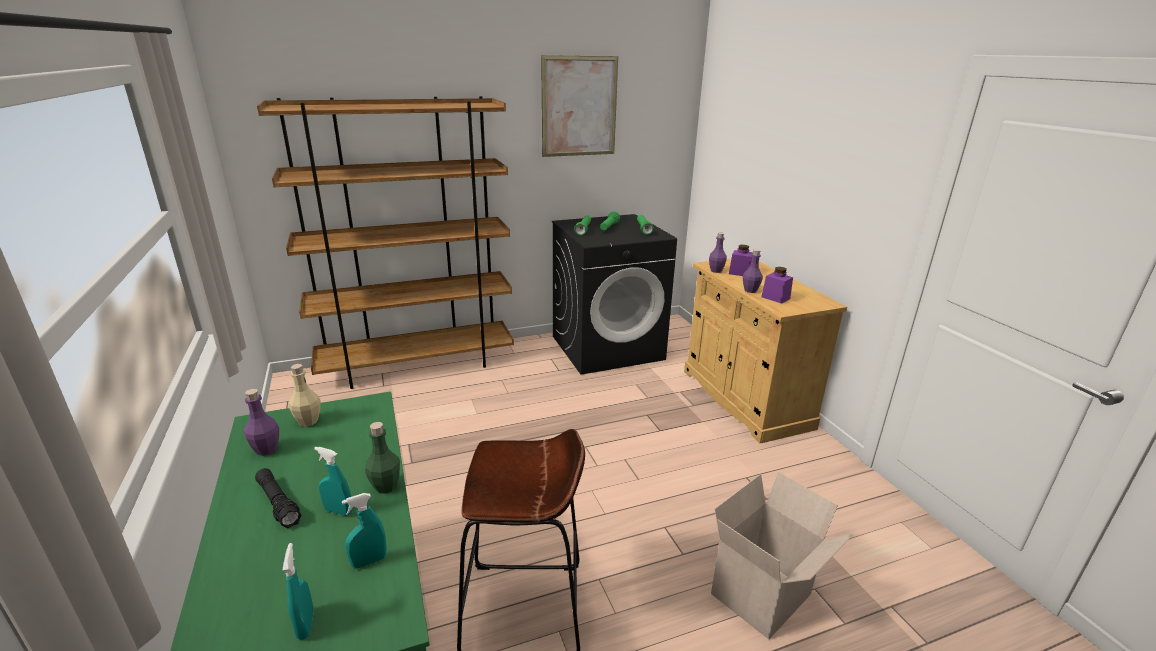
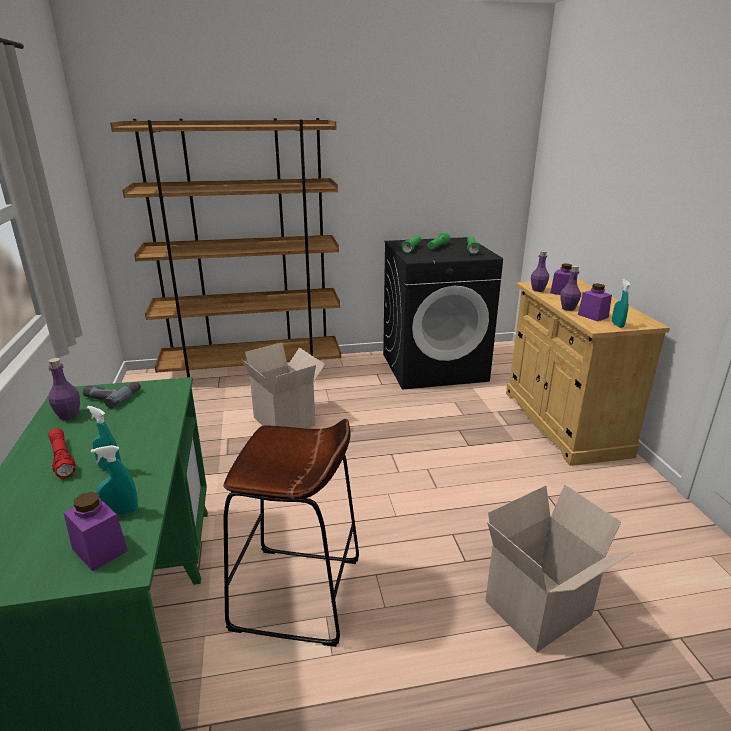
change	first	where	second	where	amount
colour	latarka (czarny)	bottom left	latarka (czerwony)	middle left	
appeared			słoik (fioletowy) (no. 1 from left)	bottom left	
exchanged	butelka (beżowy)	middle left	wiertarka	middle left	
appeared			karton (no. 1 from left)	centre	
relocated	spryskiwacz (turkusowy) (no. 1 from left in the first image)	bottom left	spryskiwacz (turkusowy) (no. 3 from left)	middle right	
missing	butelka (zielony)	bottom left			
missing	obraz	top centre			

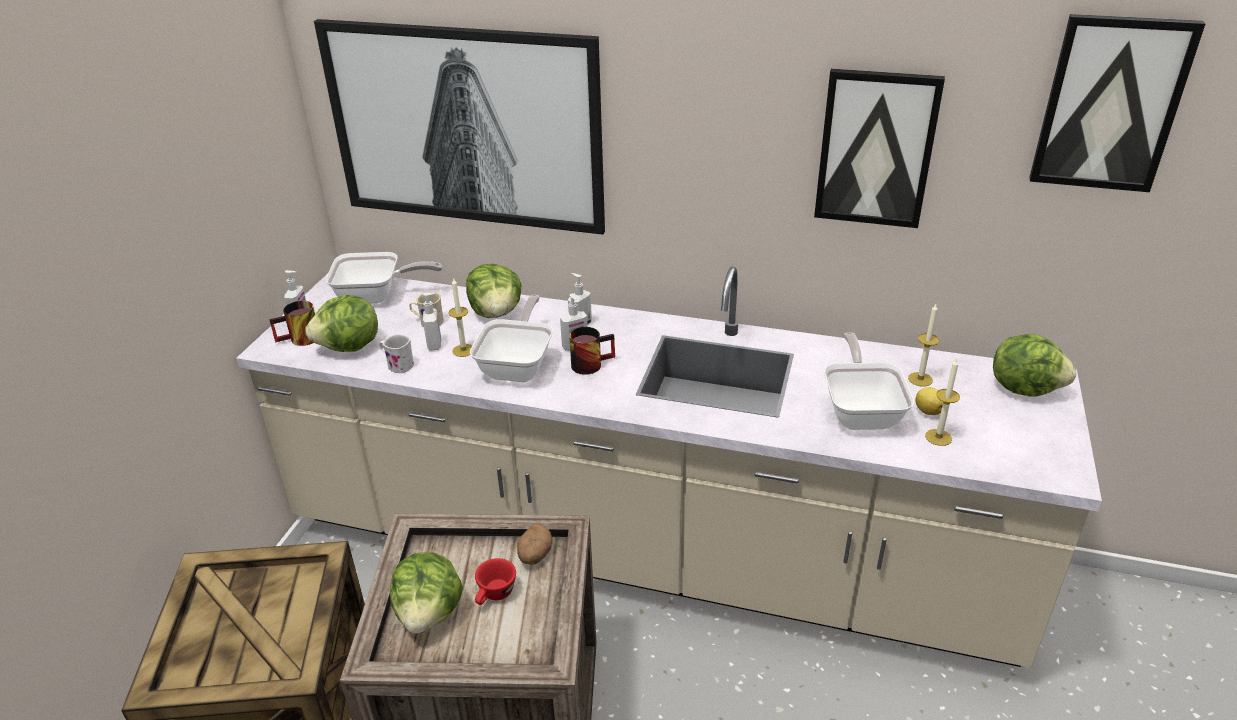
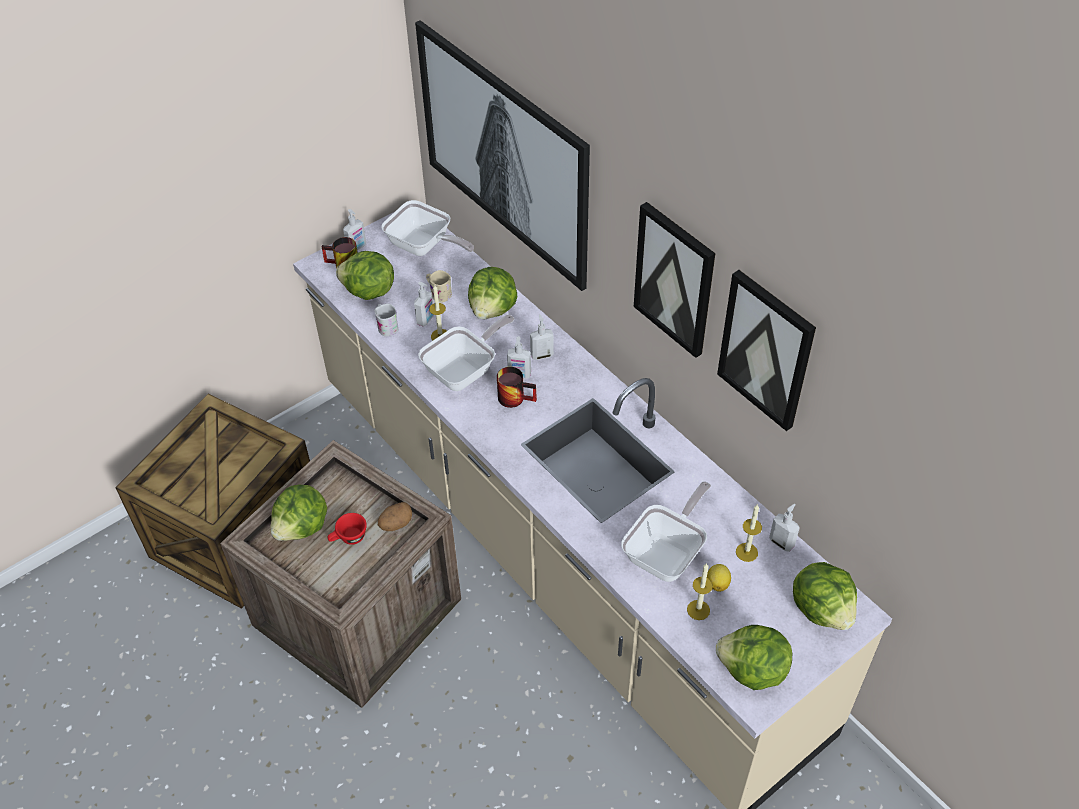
change	first	where	second	where	amount
relocated	obraz (no. 3 from left in the first image)	top right	obraz (no. 2 from left)	centre	
appeared			sałata (no. 4 from left)	bottom right	
appeared			dozownik mydła (no. 5 from left)	middle right	

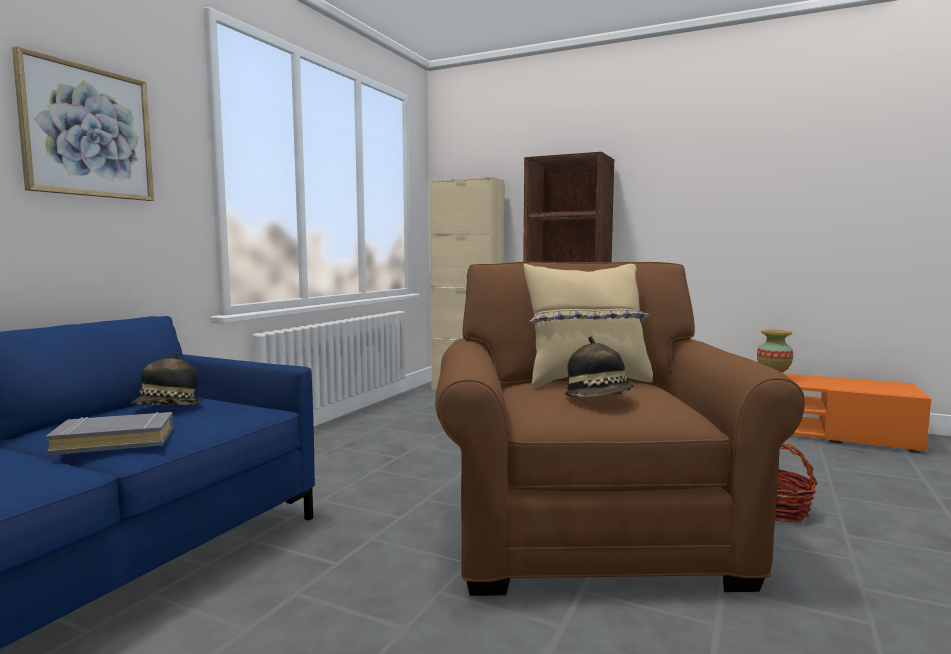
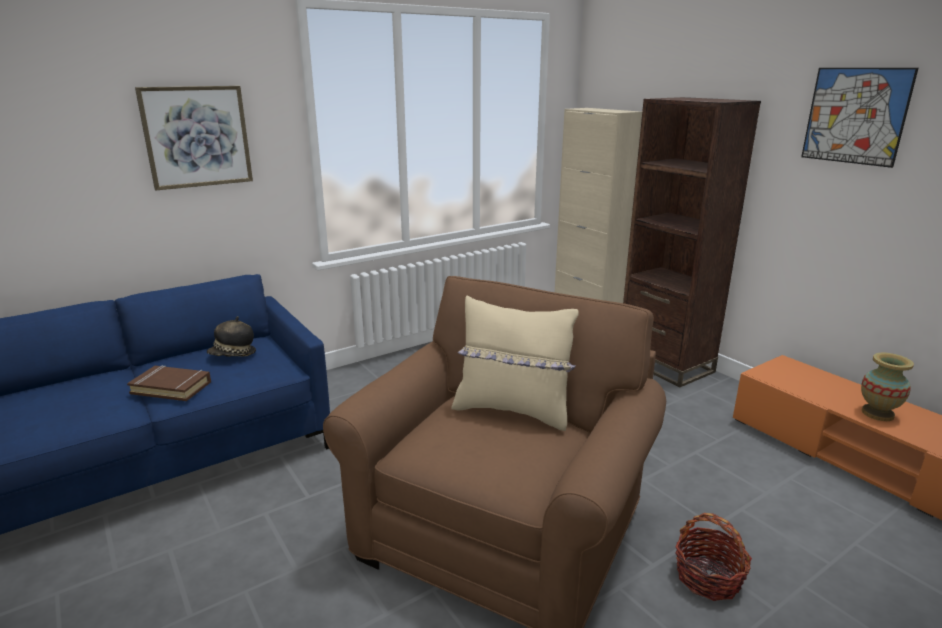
change	first	where	second	where	amount
colour	książka (szary)	middle left	książka (brązowy)	middle left	
appeared			obraz (no. 2 from left)	top right	
missing	kapelusz (no. 2 from left)	centre			

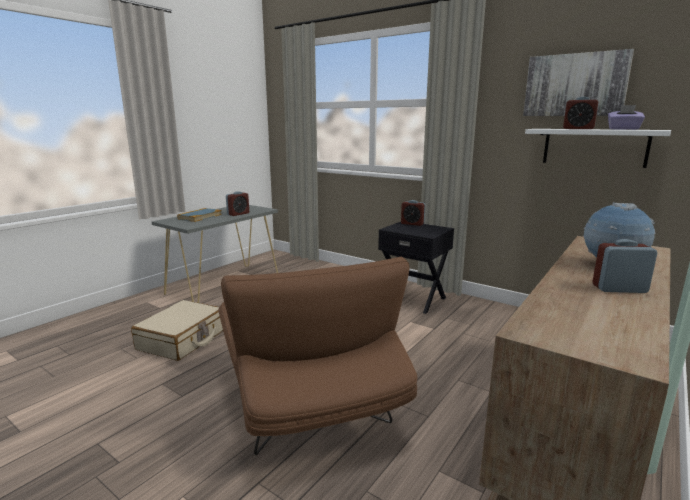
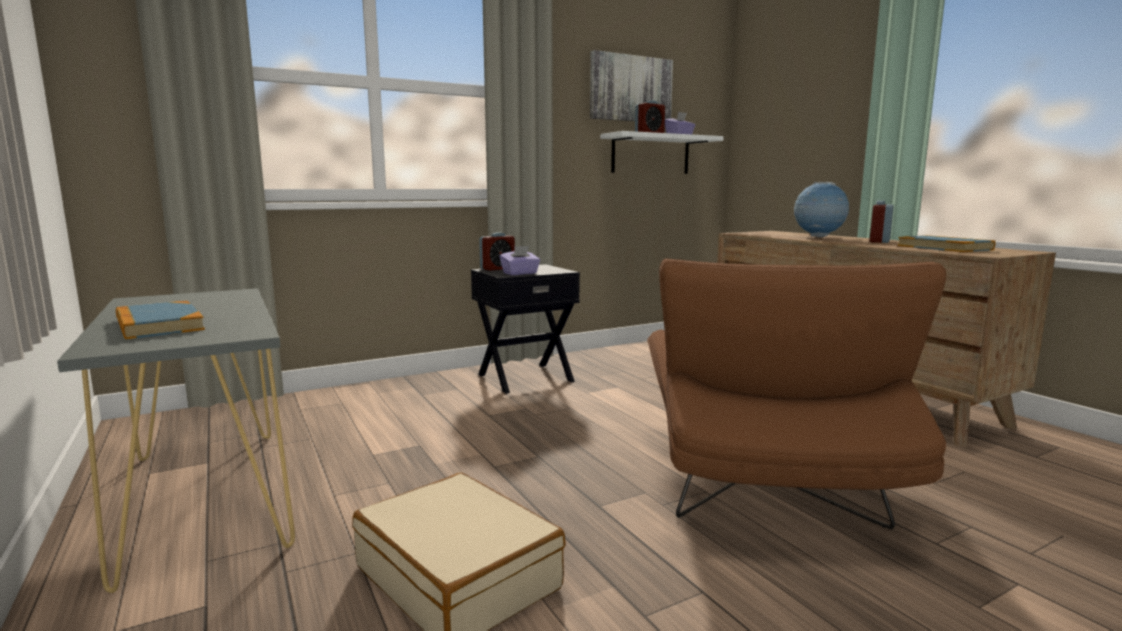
change	first	where	second	where	amount
appeared			pudełko chusteczek (fioletowy) (no. 1 from left)	centre	
spun	fotel (brązowy)	bottom centre		middle right	90 degrees clockwise
appeared			książka (no. 2 from left)	middle right	
missing	budzik (no. 1 from left)	centre			

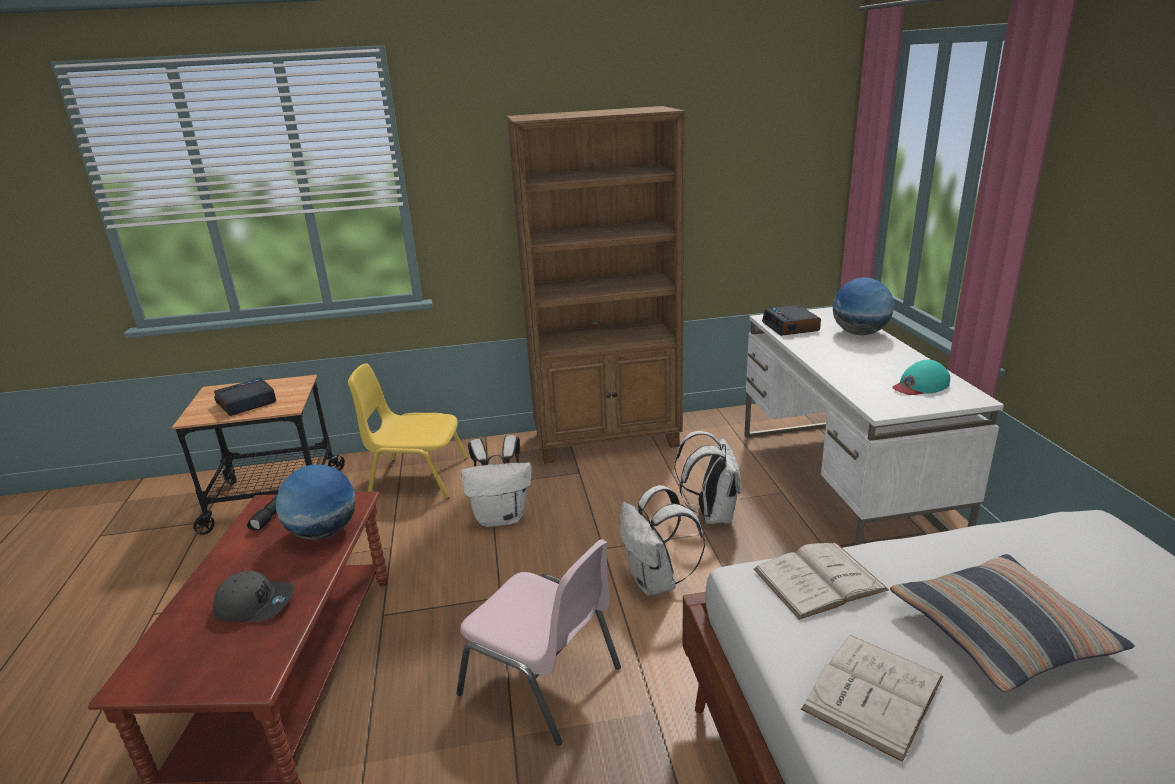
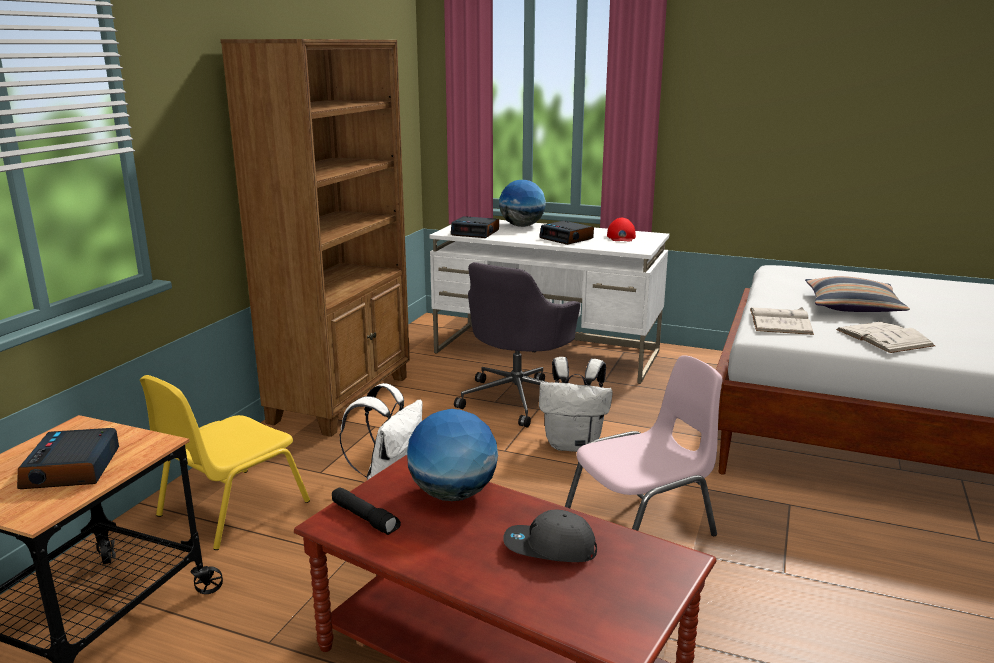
change	first	where	second	where	amount
exchanged	plecak (biały) (no. 3 from left)	centre	krzesło biurowe (szary)	centre	
spun	czapka z daszkiem (szary)	bottom left		bottom centre	120 degrees counterclockwise
appeared			budzik (no. 3 from left)	centre	
colour	czapka z daszkiem (turkusowy)	middle right	czapka z daszkiem (czerwony)	centre	

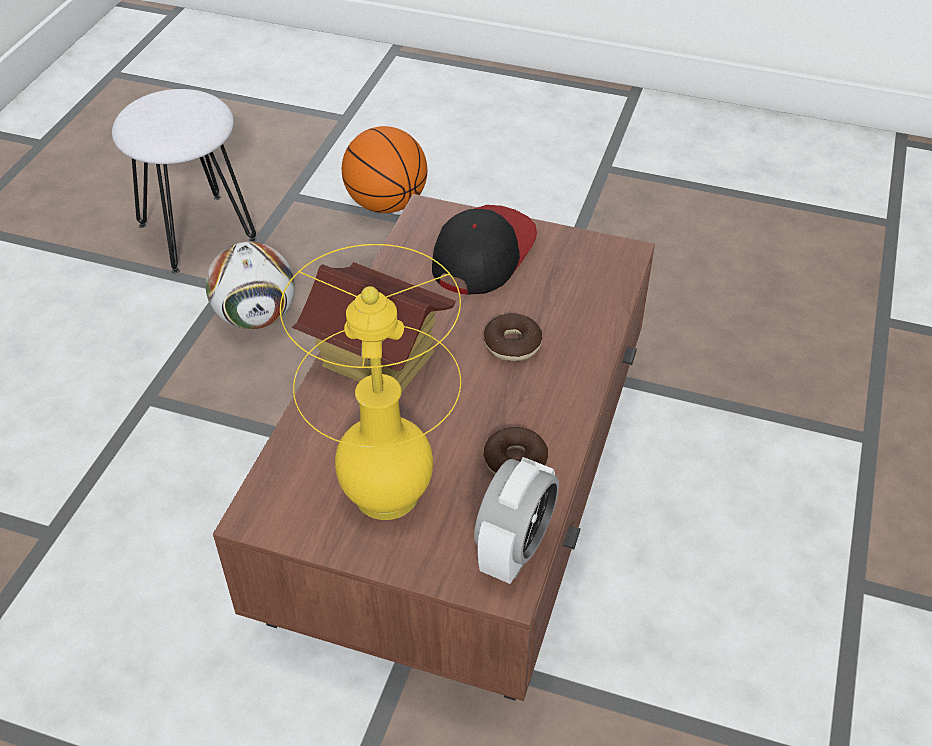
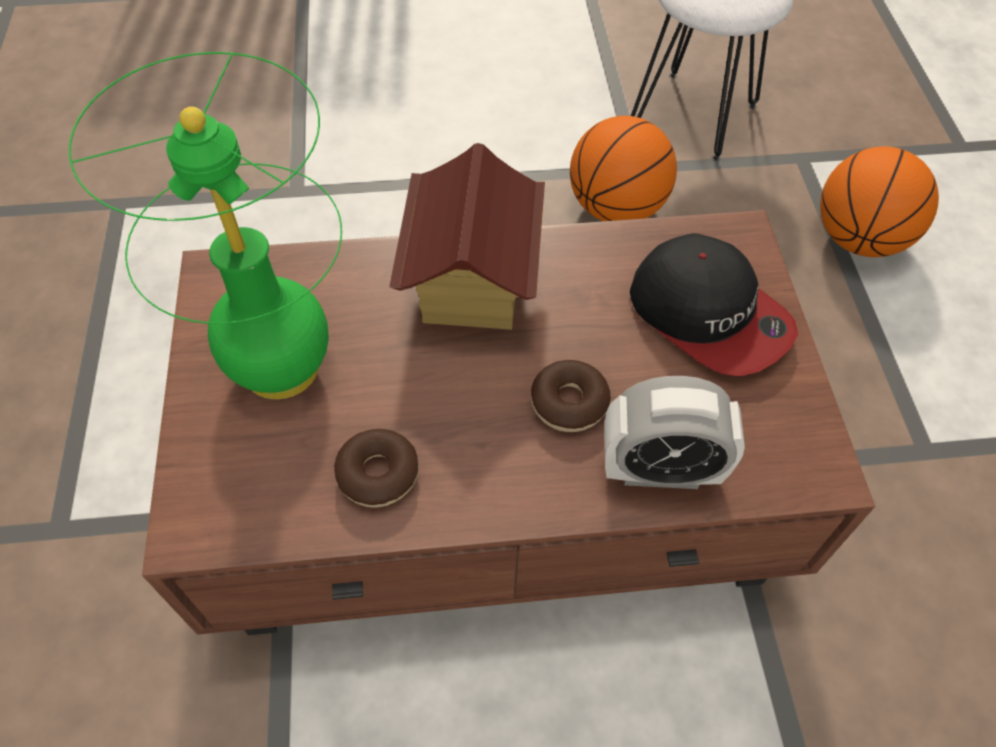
change	first	where	second	where	amount
colour	lampa stołowa (żółty)	centre	lampa stołowa (zielony)	top left	
exchanged	piłka futbolowa	middle left	piłka do koszykówki (no. 1 from left)	top centre	
relocated	budzik	bottom centre		middle right	
spun	czapka z daszkiem	centre		middle right	45 degrees clockwise

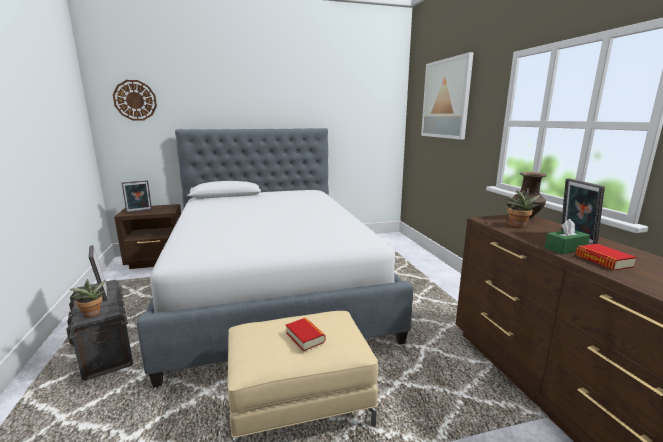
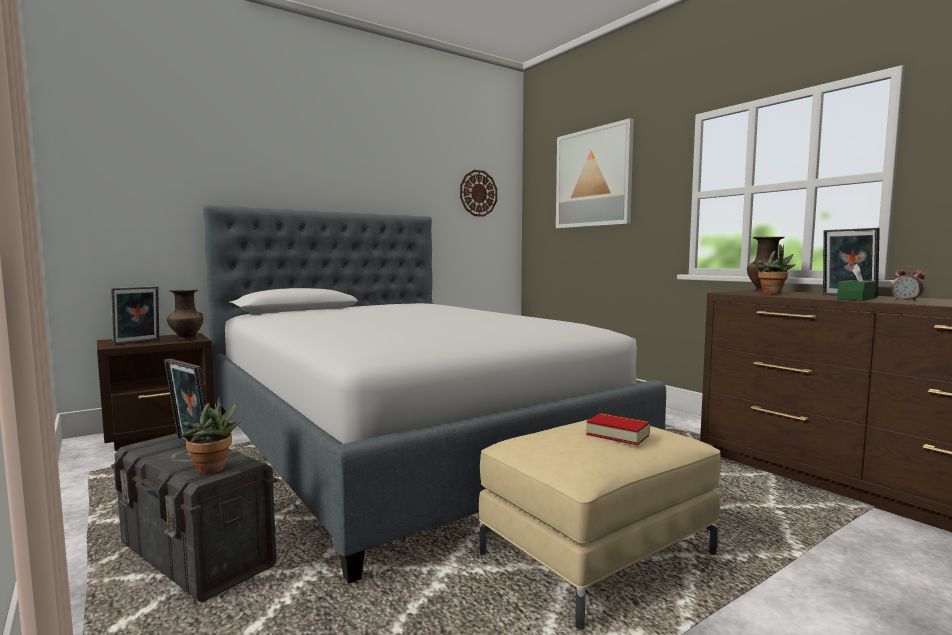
change	first	where	second	where	amount
appeared			wazon (brązowy) (no. 1 from left)	middle left	
relocated	zegar ścienny	top left		top centre	
exchanged	książka (no. 2 from left)	middle right	budzik	middle right	

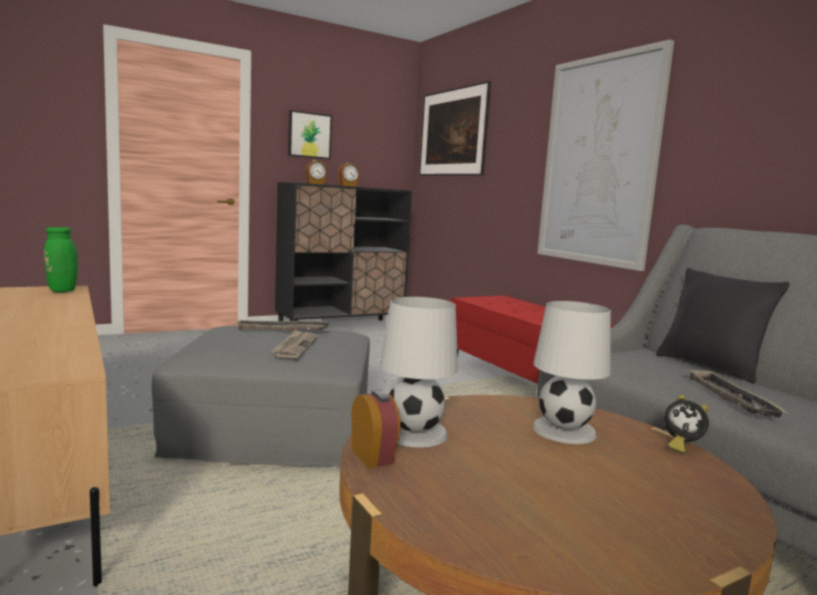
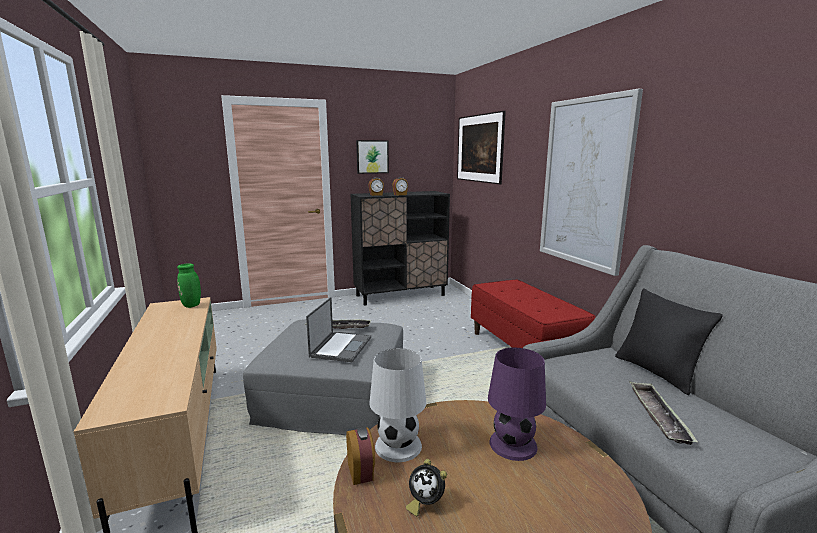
change	first	where	second	where	amount
exchanged	gazeta	centre	laptop	centre	
relocated	budzik (no. 4 from left)	bottom right		bottom centre	
colour	lampa stołowa (biały) (no. 2 from left)	middle right	lampa stołowa (fioletowy)	bottom centre	

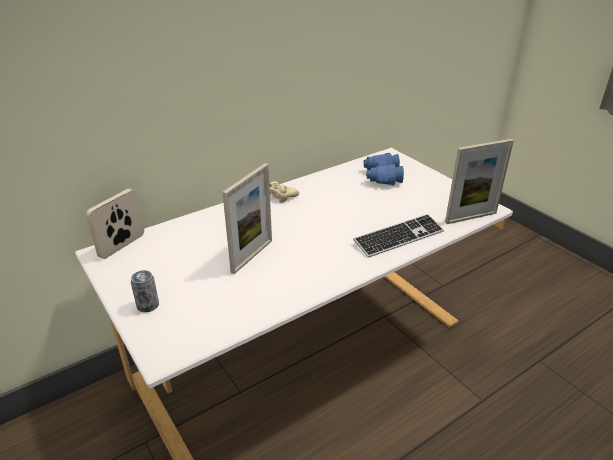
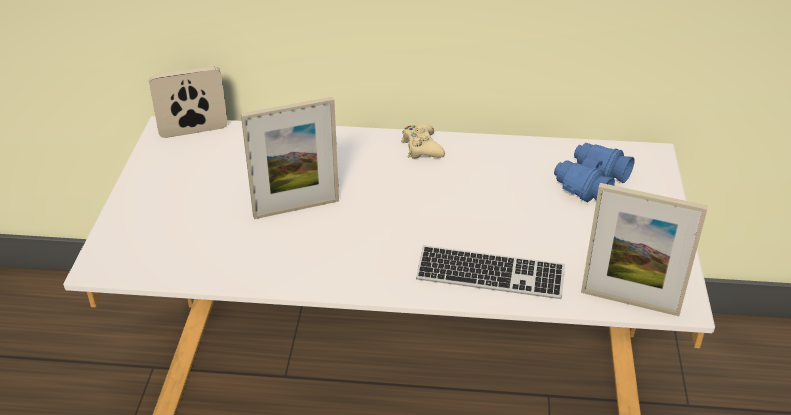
change	first	where	second	where	amount
missing	puszka	middle left			

